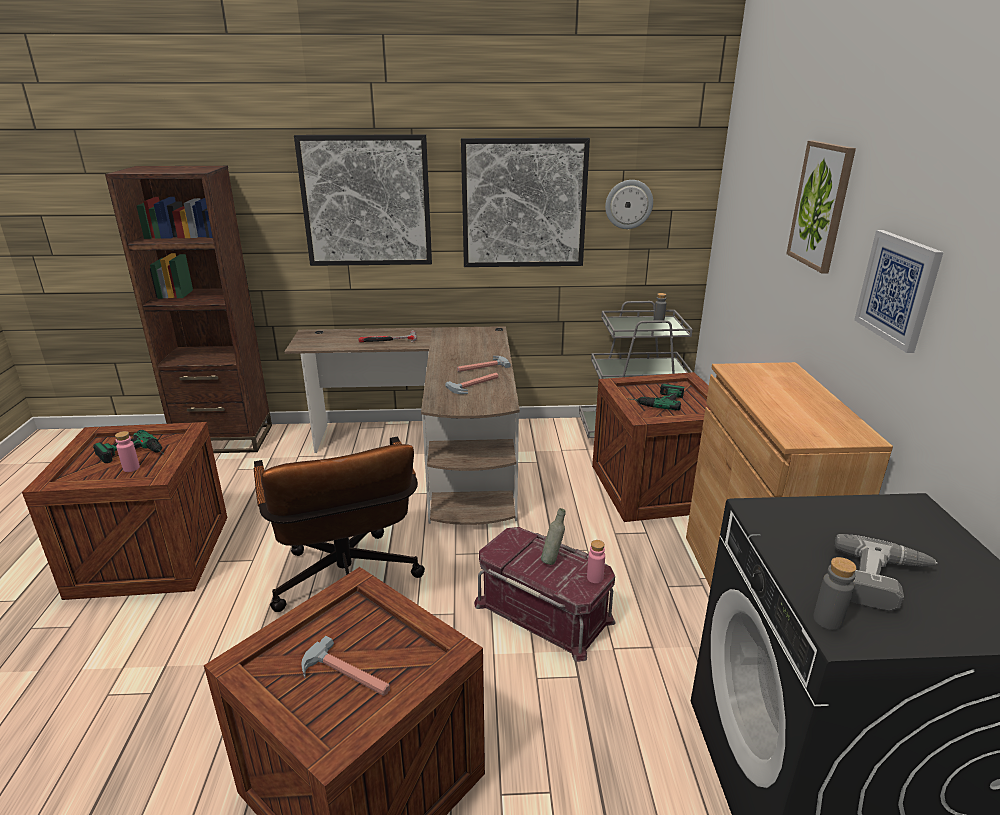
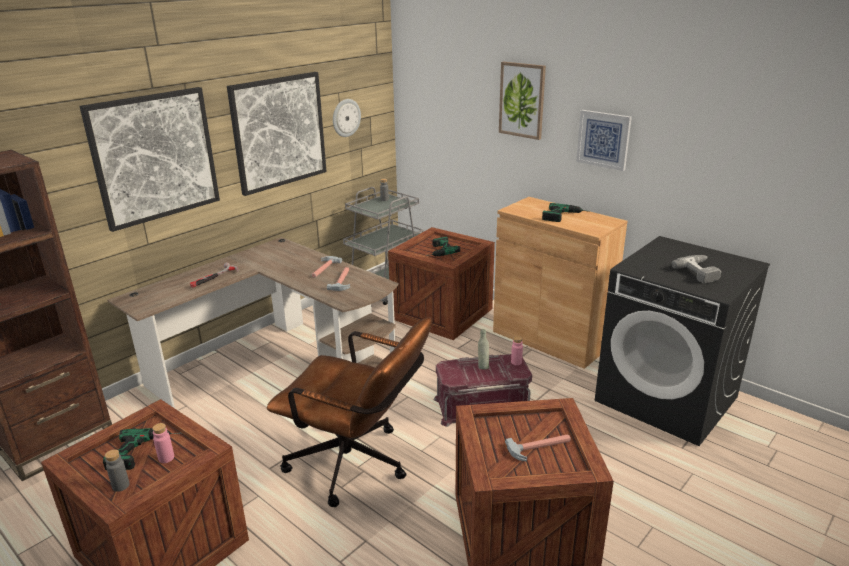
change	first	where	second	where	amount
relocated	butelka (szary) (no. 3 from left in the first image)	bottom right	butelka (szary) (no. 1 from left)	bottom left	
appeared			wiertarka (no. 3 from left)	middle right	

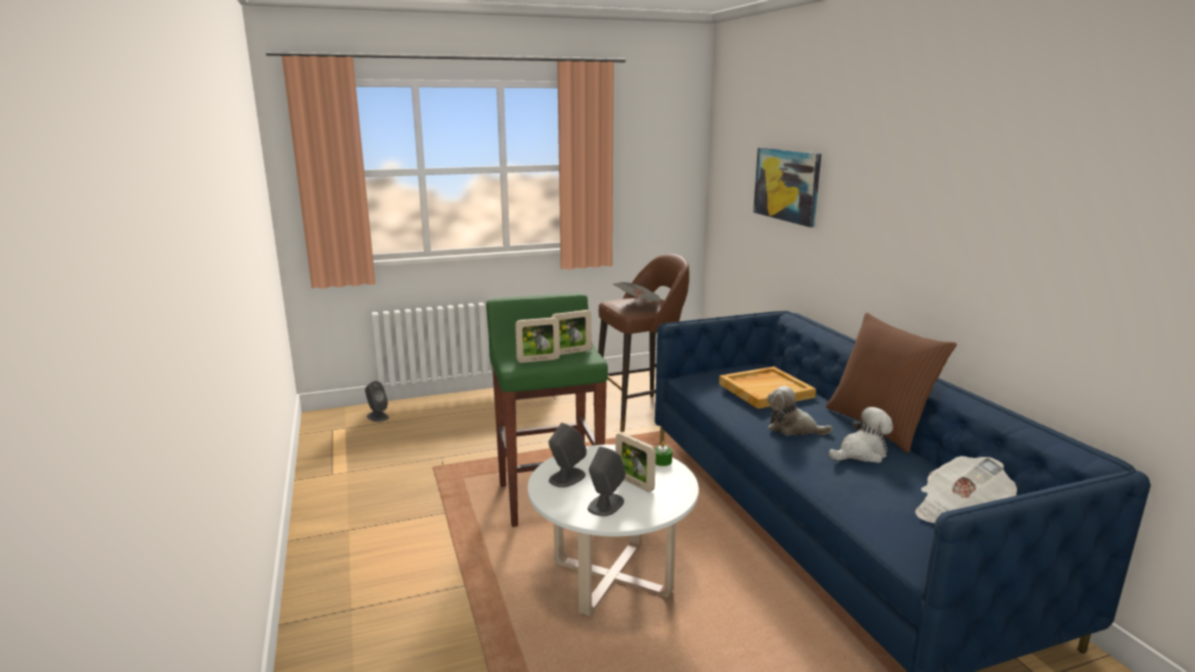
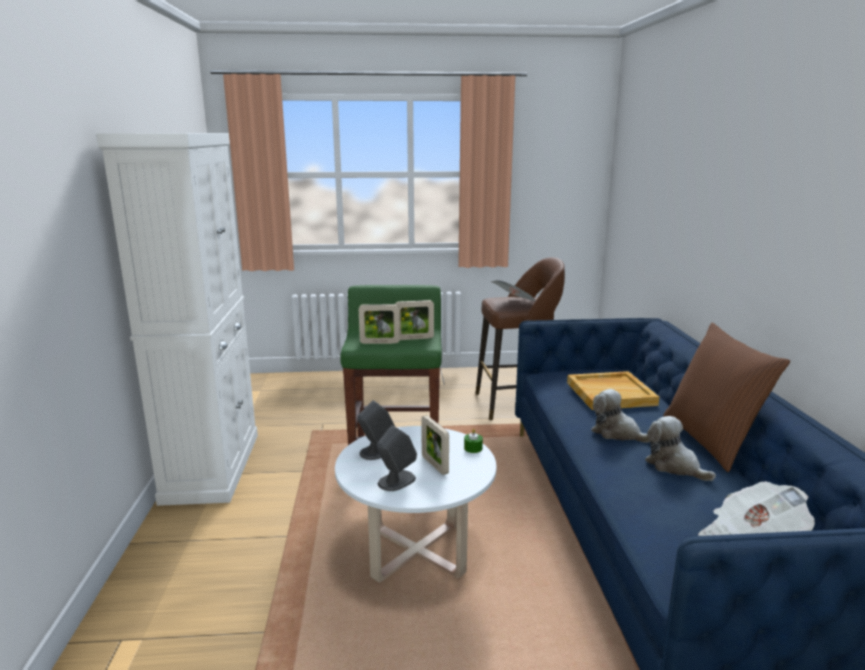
change	first	where	second	where	amount
appeared			szafka (biały)	middle left	
spun	pluszak (no. 2 from left)	middle right		bottom right	120 degrees counterclockwise
missing	głośnik (szary) (no. 1 from left)	middle left			
missing	obraz	top centre			

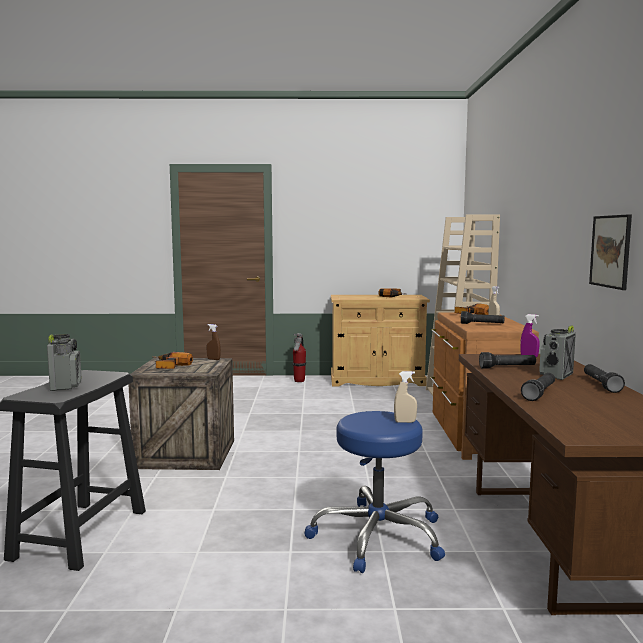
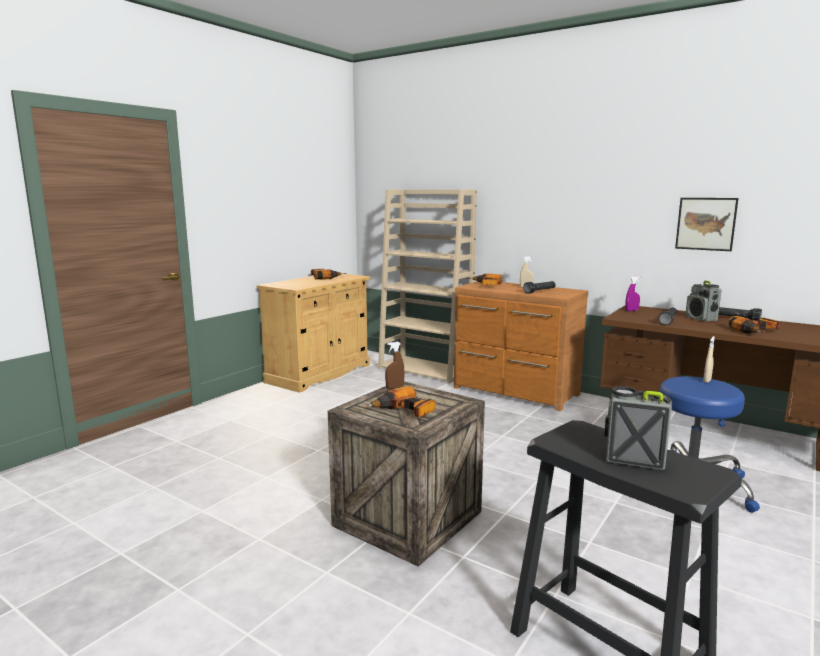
change	first	where	second	where	amount
exchanged	latarka (czarny) (no. 3 from left)	middle right	wiertarka (no. 4 from left)	middle right	
missing	gaśnica	centre			

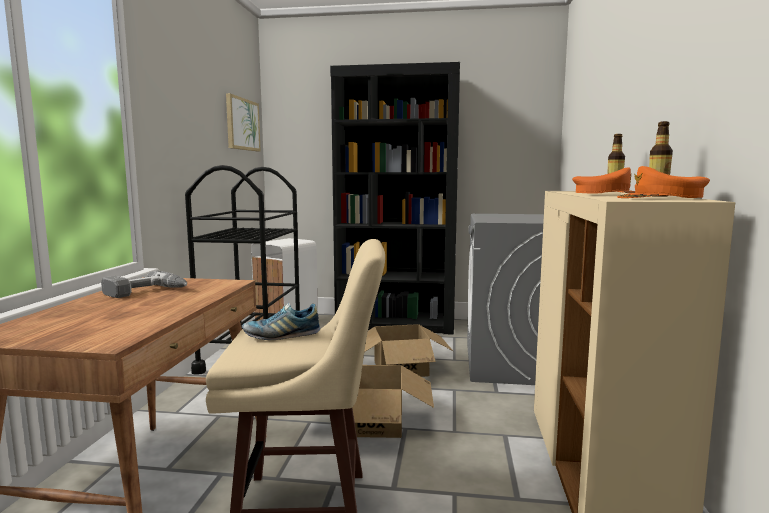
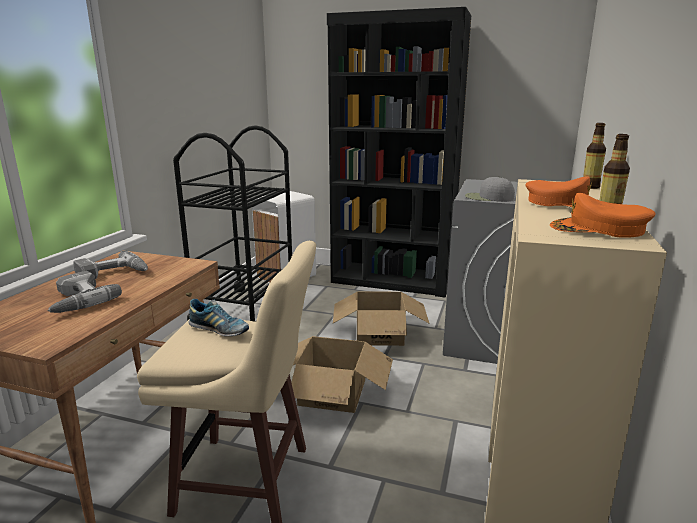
change	first	where	second	where	amount
appeared			wiertarka (no. 1 from left)	middle left	
spun	but	centre		middle left	150 degrees counterclockwise
appeared			czapka z daszkiem (szary)	middle right	
missing	obraz	top left			

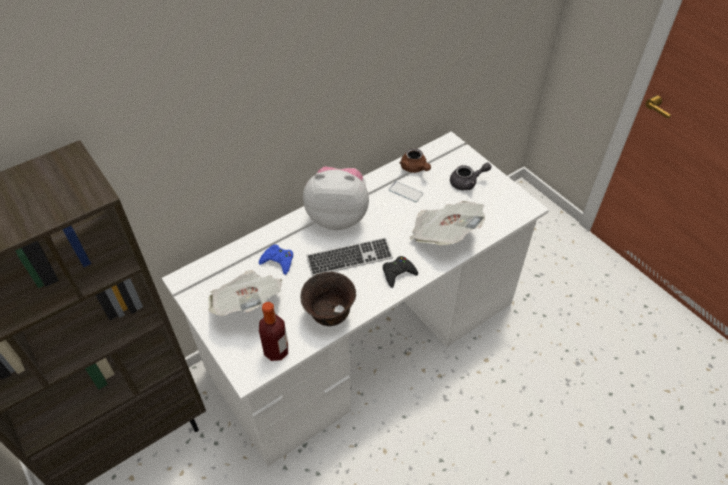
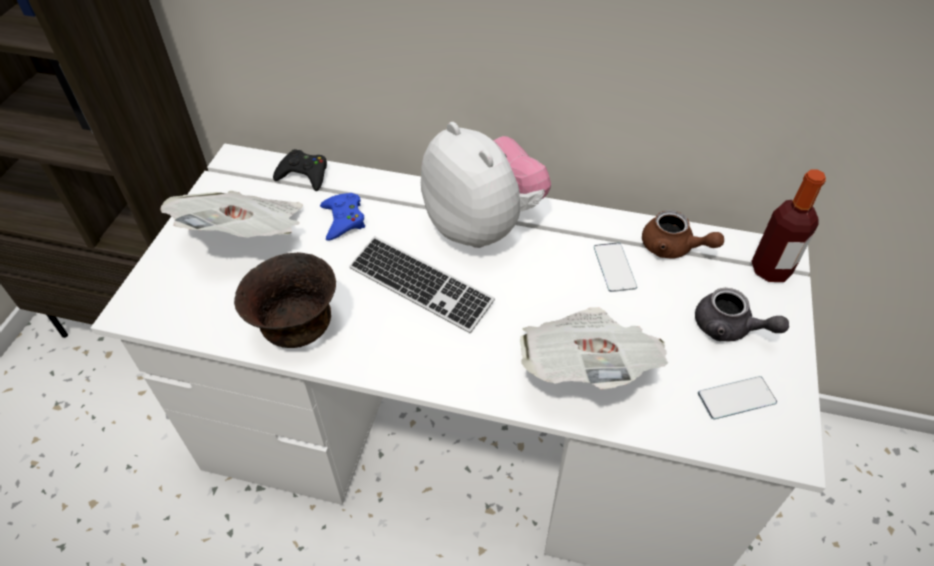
change	first	where	second	where	amount
relocated	pad do gier (czarny)	centre		top left	
spun	imbryk (brązowy)	top centre		middle right	75 degrees counterclockwise
appeared			telefon (no. 2 from left)	bottom right	
relocated	butelka	bottom centre		middle right	

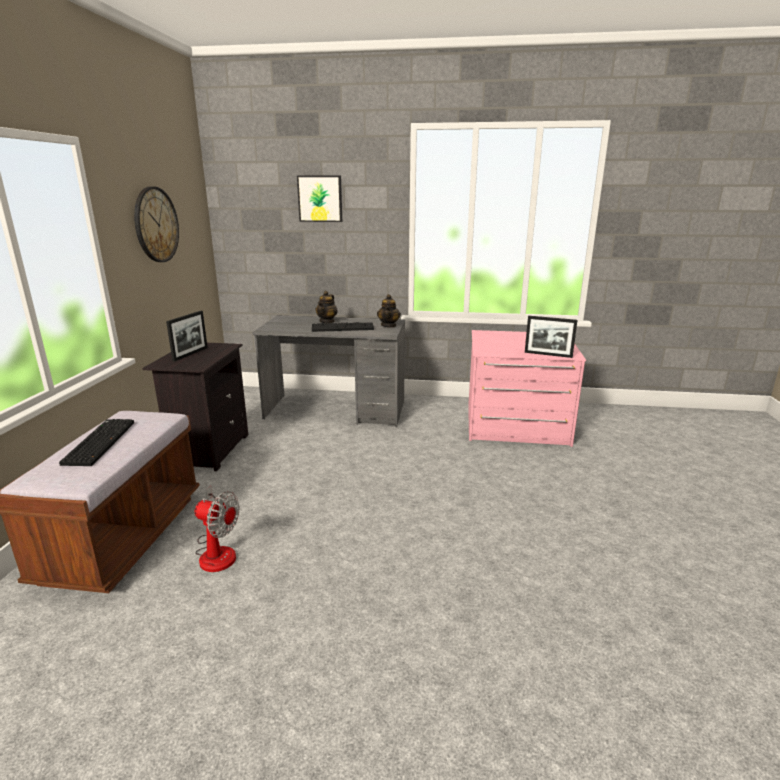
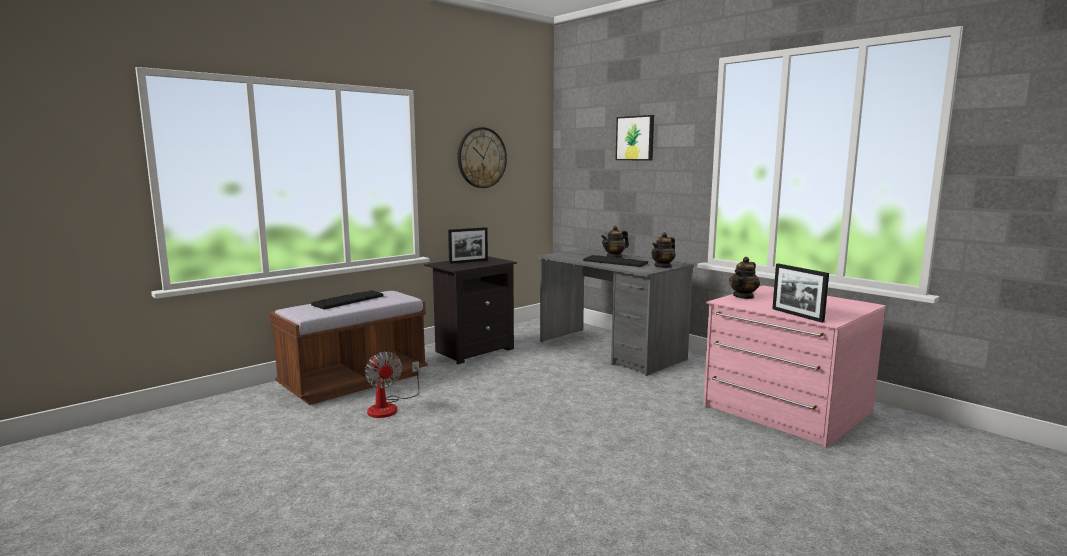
change	first	where	second	where	amount
appeared			imbryk (no. 3 from left)	middle right	

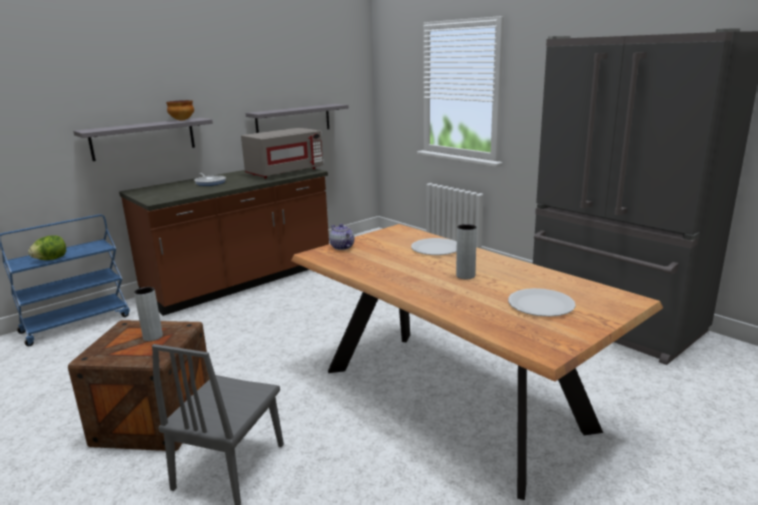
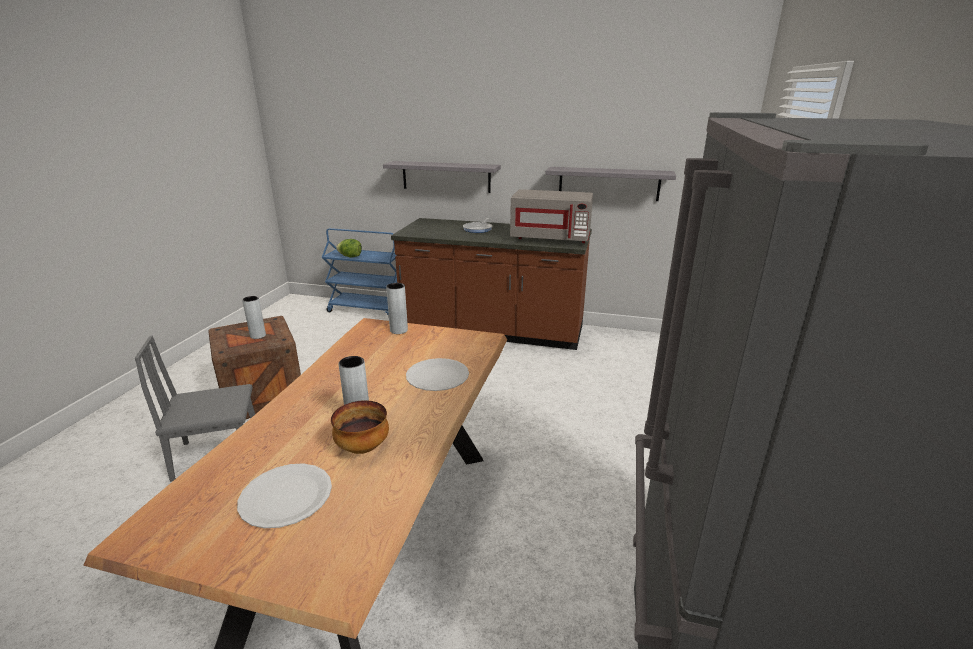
change	first	where	second	where	amount
relocated	miska	top left		centre	
exchanged	imbryk	centre	wazon (szary) (no. 3 from left)	centre	

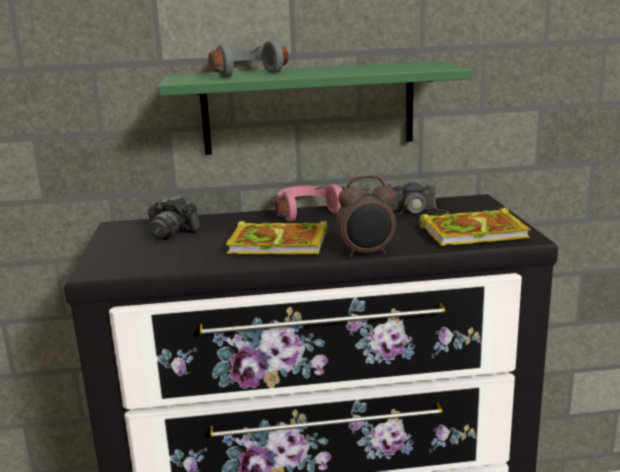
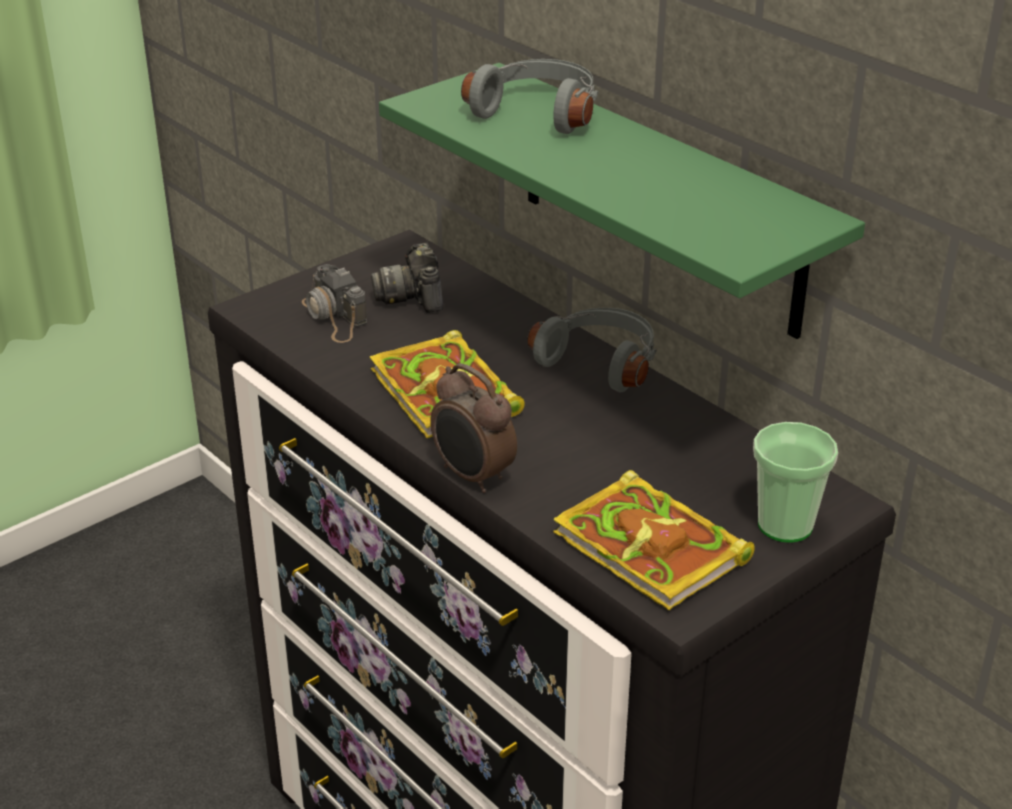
change	first	where	second	where	amount
relocated	aparat fotograficzny (no. 2 from left in the first image)	middle right	aparat fotograficzny (no. 1 from left)	middle left	
colour	słuchawki (różowy)	centre	słuchawki (szary) (no. 2 from left)	centre	
appeared			filiżanka	middle right	

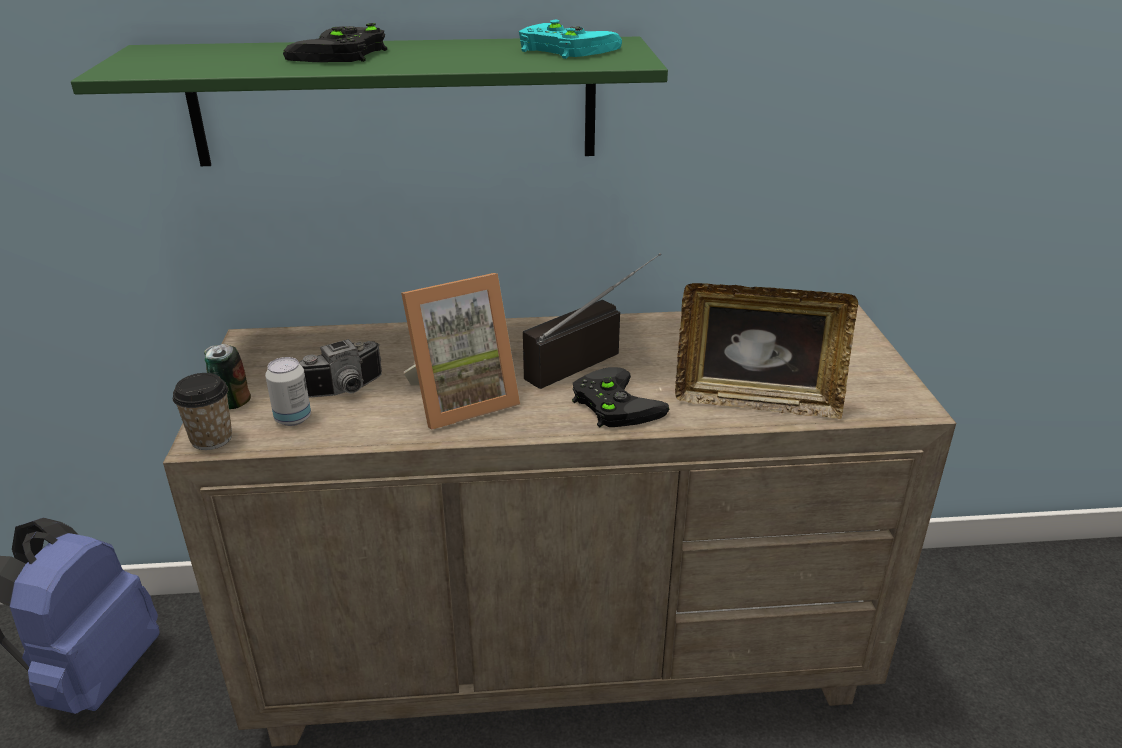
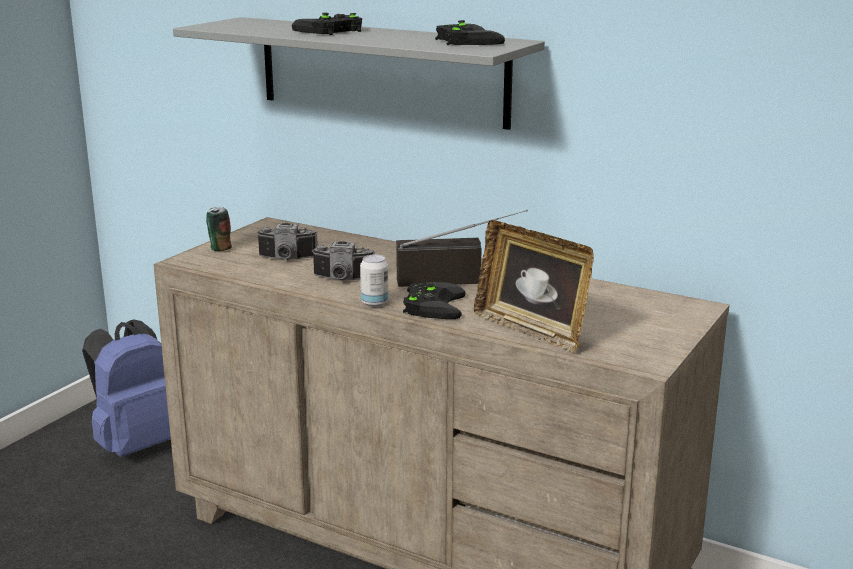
change	first	where	second	where	amount
colour	półka (zielony)	top left	półka (szary)	top centre	
exchanged	ramka na zdjęcie (no. 1 from left)	centre	aparat fotograficzny (no. 2 from left)	centre	
relocated	puszka (no. 2 from left)	middle left		centre	
colour	pad do gier (turkusowy)	top centre	pad do gier (czarny) (no. 3 from left)	top centre	
missing	filiżanka	middle left			

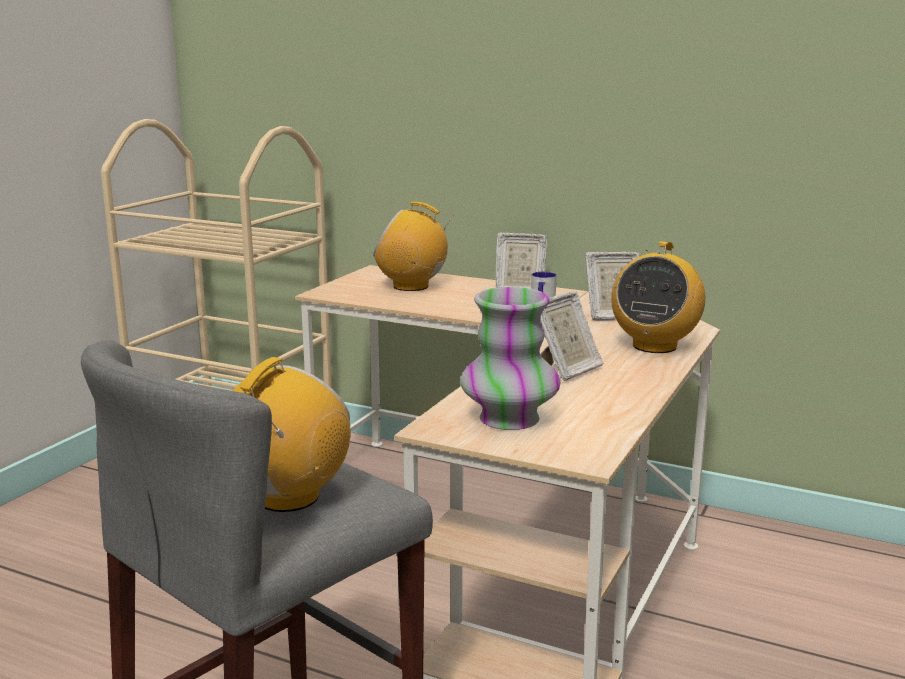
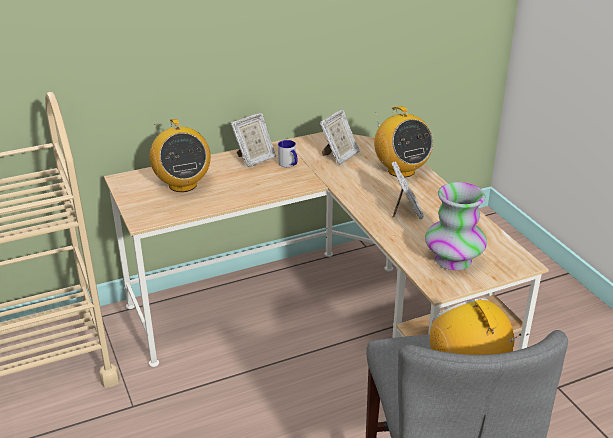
change	first	where	second	where	amount
spun	radio (no. 2 from left in the first image)	centre	radio (no. 1 from left)	middle left	75 degrees counterclockwise

